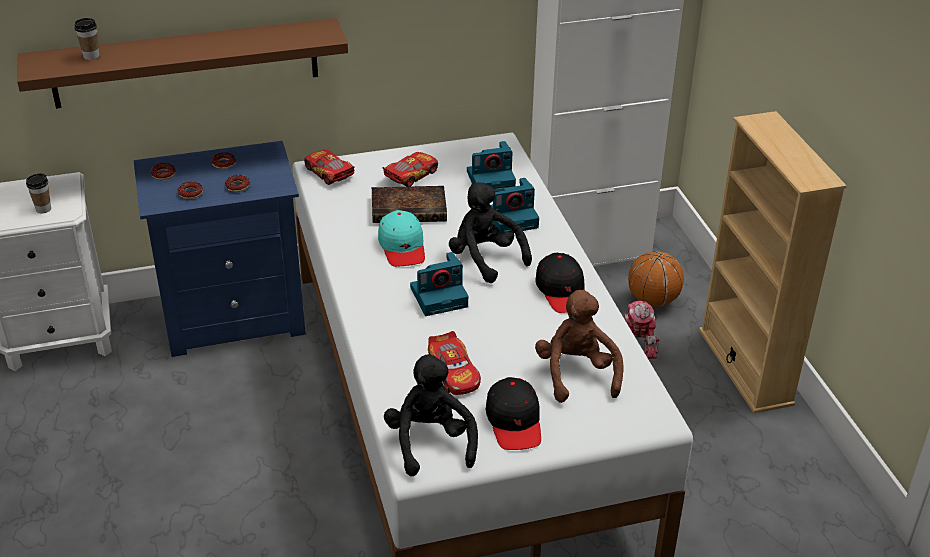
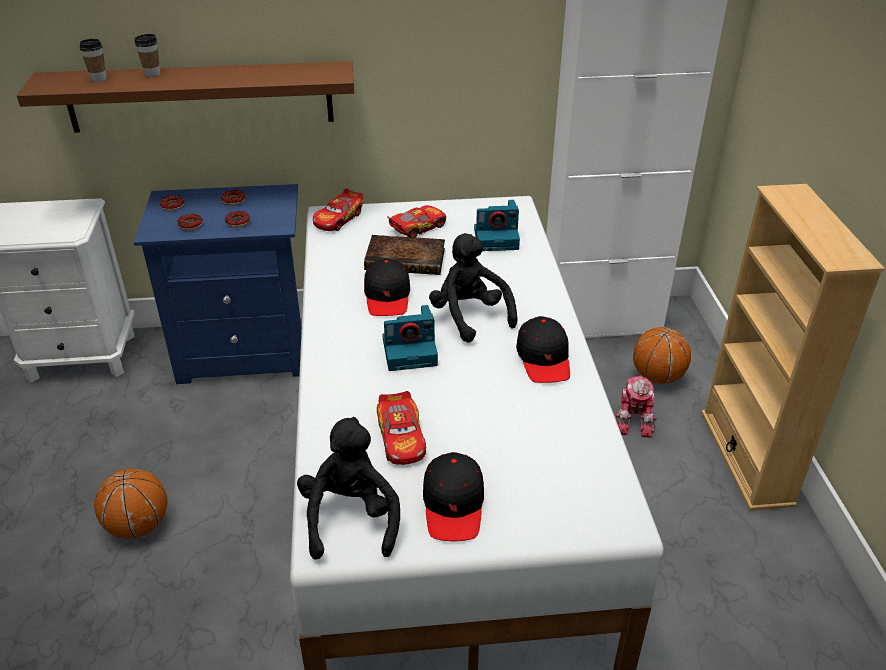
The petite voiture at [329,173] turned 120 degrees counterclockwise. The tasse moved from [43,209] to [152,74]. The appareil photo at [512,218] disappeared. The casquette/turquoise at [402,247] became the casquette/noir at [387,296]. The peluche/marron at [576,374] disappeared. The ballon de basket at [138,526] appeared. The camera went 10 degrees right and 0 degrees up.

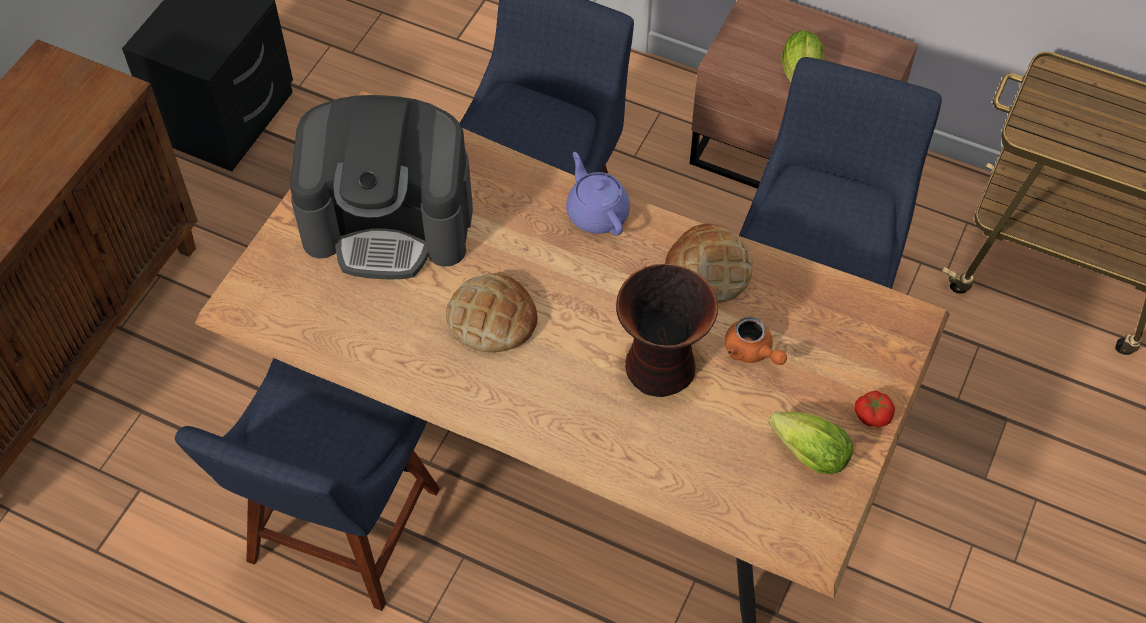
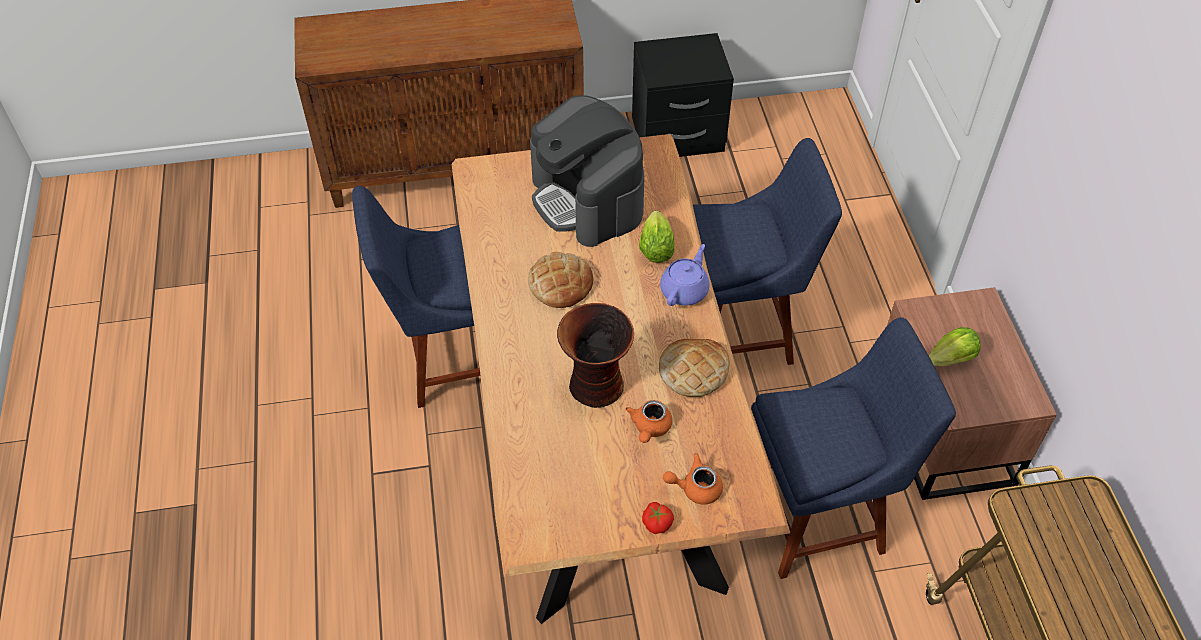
The laitue moved from [805,451] to [656,246]. The théière/orange at [695,488] appeared. The camera went 55 degrees right and 5 degrees down.

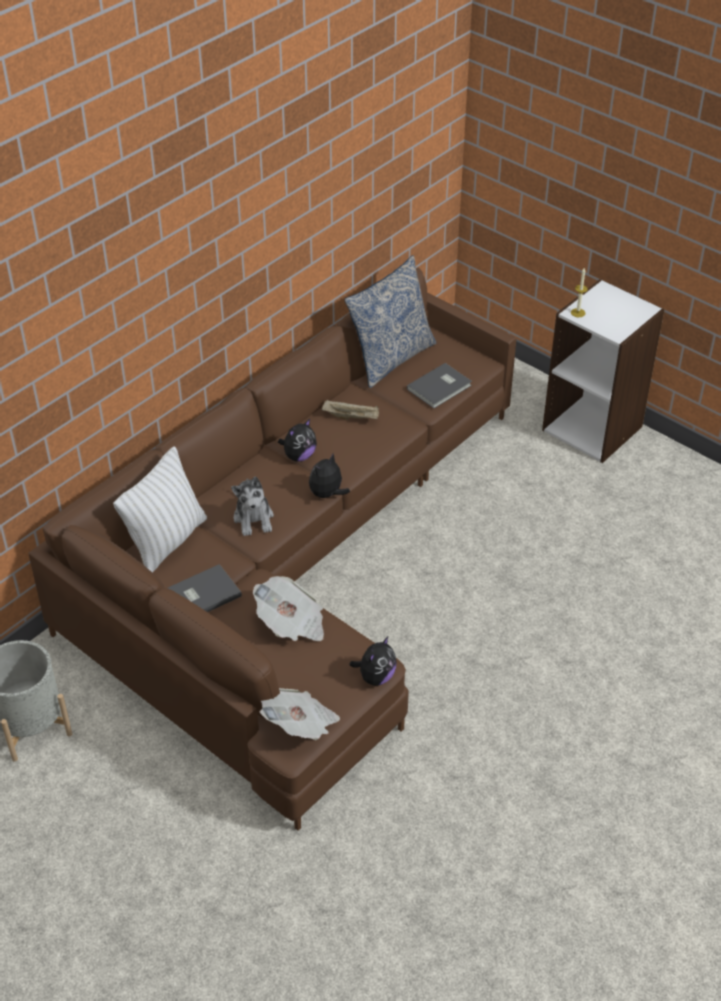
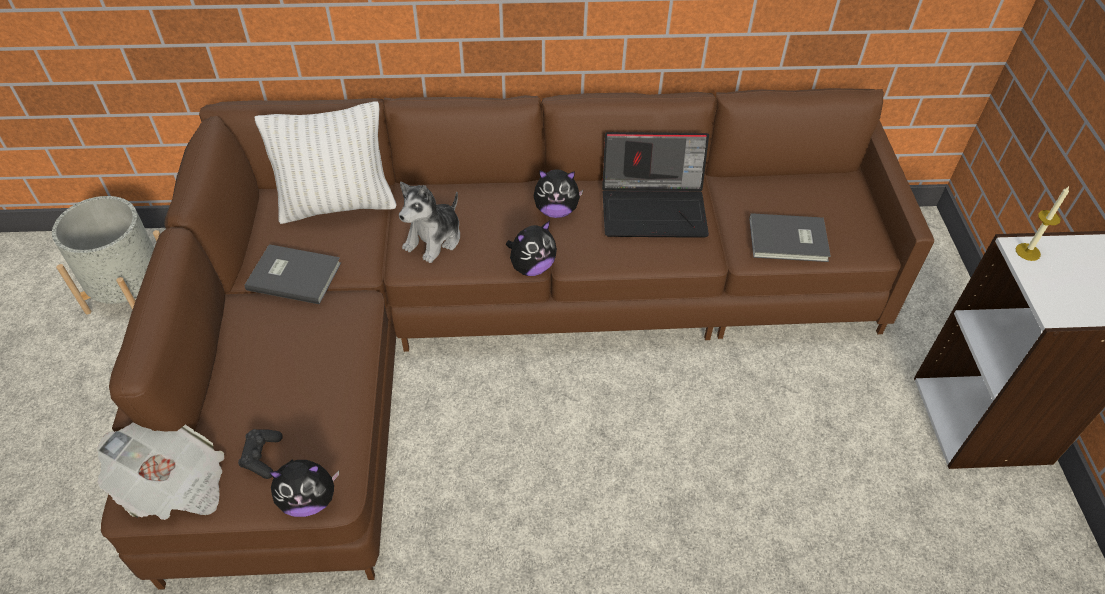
The coussin at [390,358] disappeared. The plateau/beige at [352,417] was replaced by the ordinateur portable at [655,208]. The peluche at [327,494] turned 150 degrees clockwise. The journal at [291,624] disappeared. The manette/noir at [262,457] appeared. The camera went 45 degrees right and 5 degrees up.

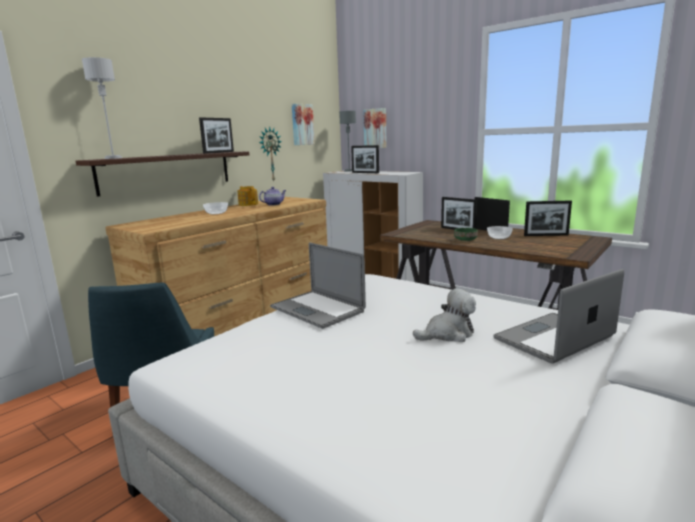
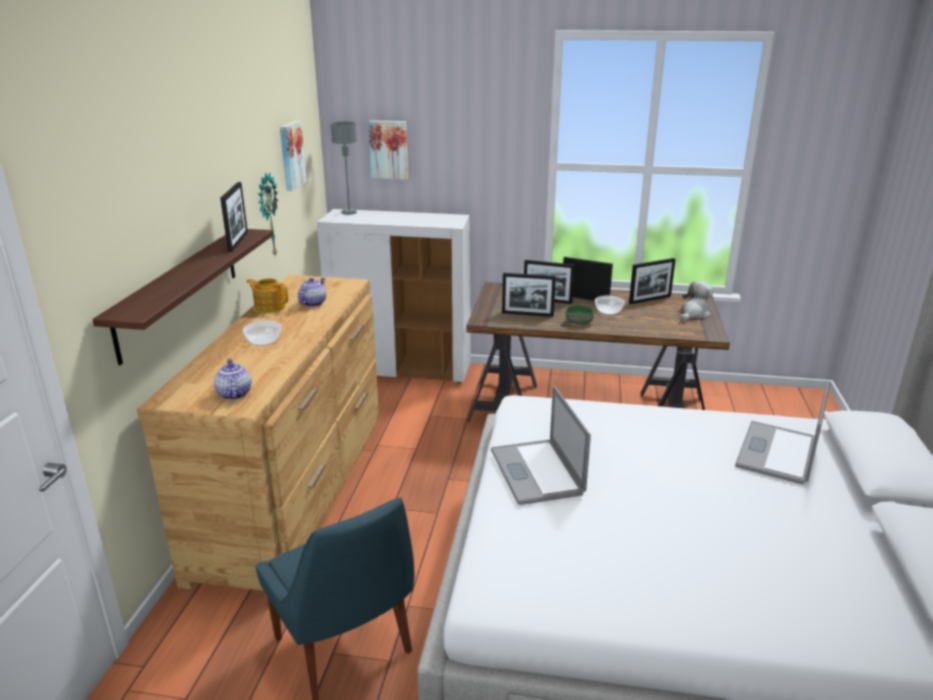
The lampe de table/gris at [113,158] disappeared. The cadre photo moved from [365,173] to [527,314]. The ordinateur portable at [317,309] turned 60 degrees clockwise. The peluche moved from [448,334] to [693,314]. The théière at [234,394] appeared. The camera went 30 degrees left and 10 degrees up.

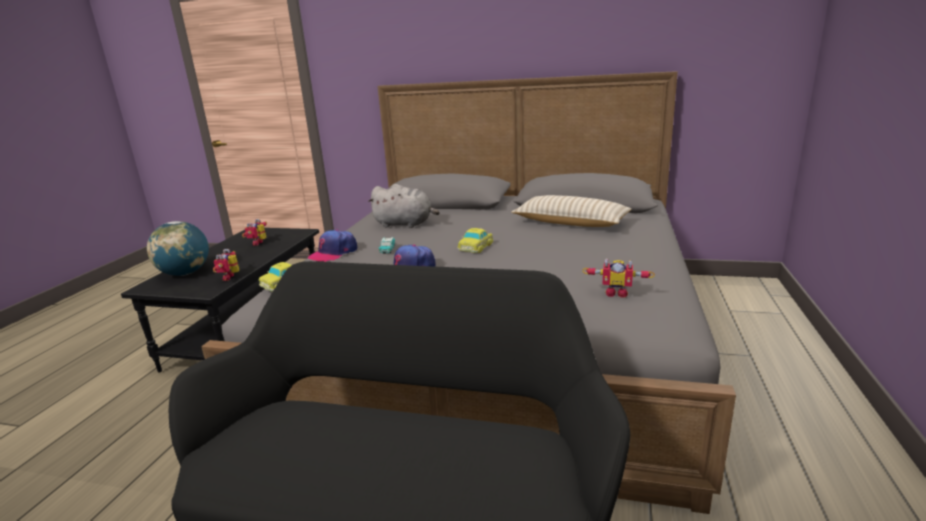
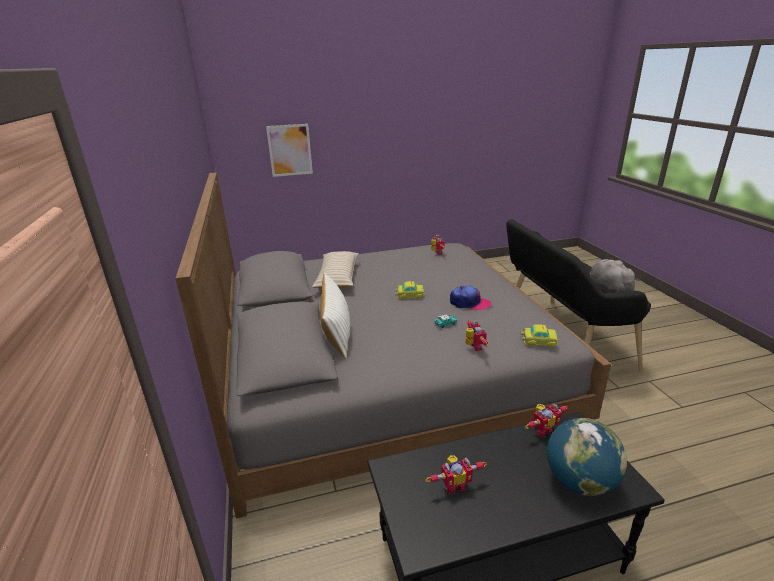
The peluche/gris moved from [405,224] to [608,290]. The casquette at [333,253] was replaced by the robot jouet at [473,347]. The tableau at [290,150] appeared. The coussin/blanc at [336,331] appeared. The camera went 120 degrees left and 5 degrees up.

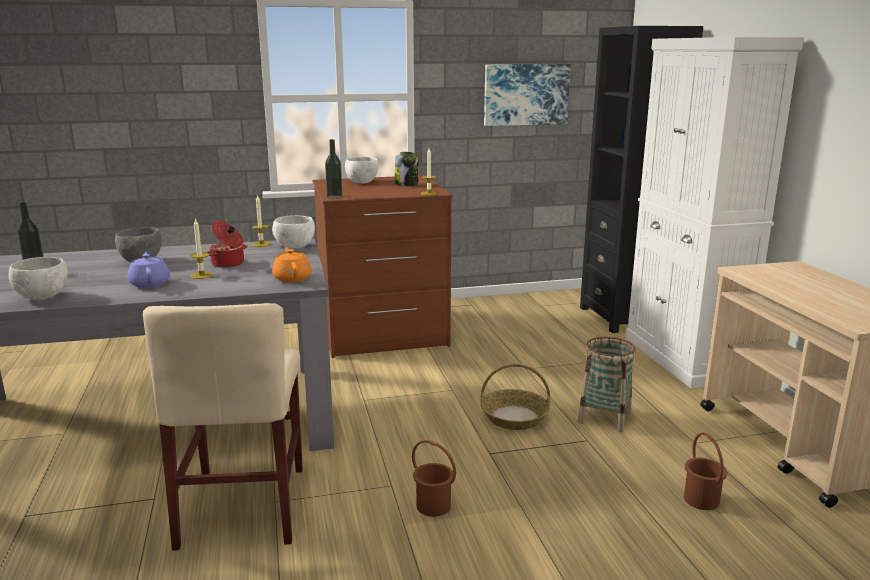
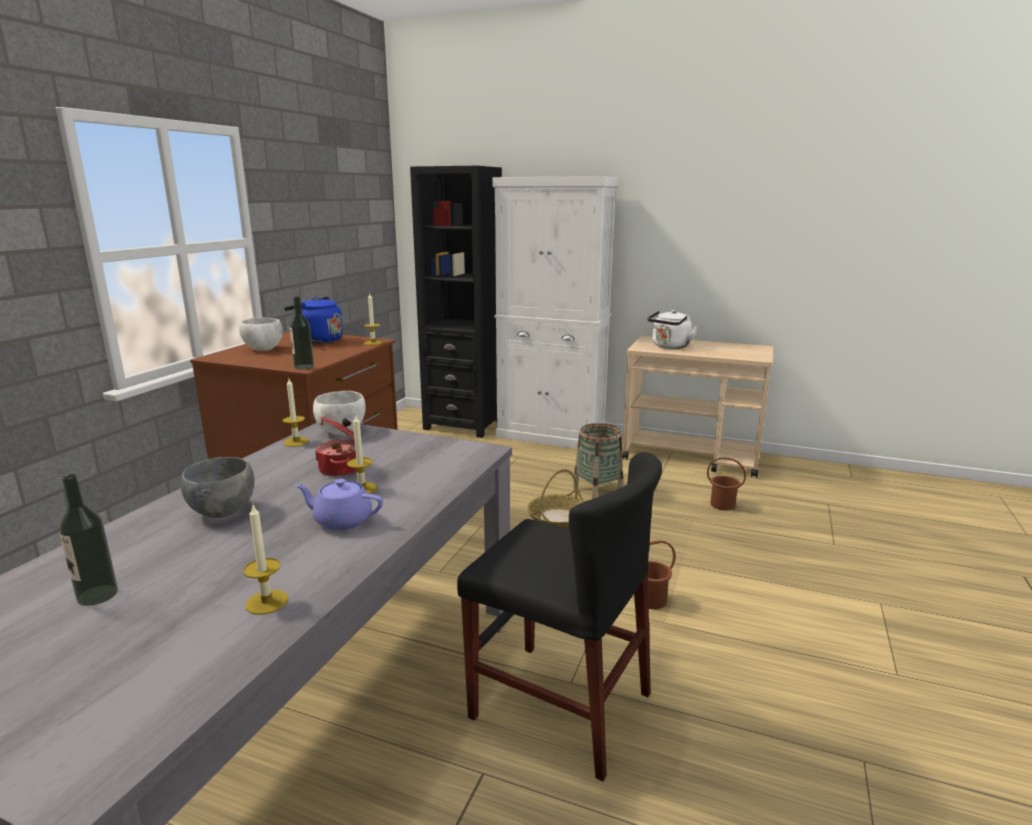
The tableau at [526,94] disappeared. The bocal at [407,184] was replaced by the bouilloire/bleu at [317,341]. The théière/orange at [292,278] disappeared. The bol/blanc at [42,296] was replaced by the bougie at [267,602]. The chaise/beige at [243,506] became the chaise/noir at [560,705]. The bouilloire/blanc at [669,347] appeared. The camera went 55 degrees left and 0 degrees up.

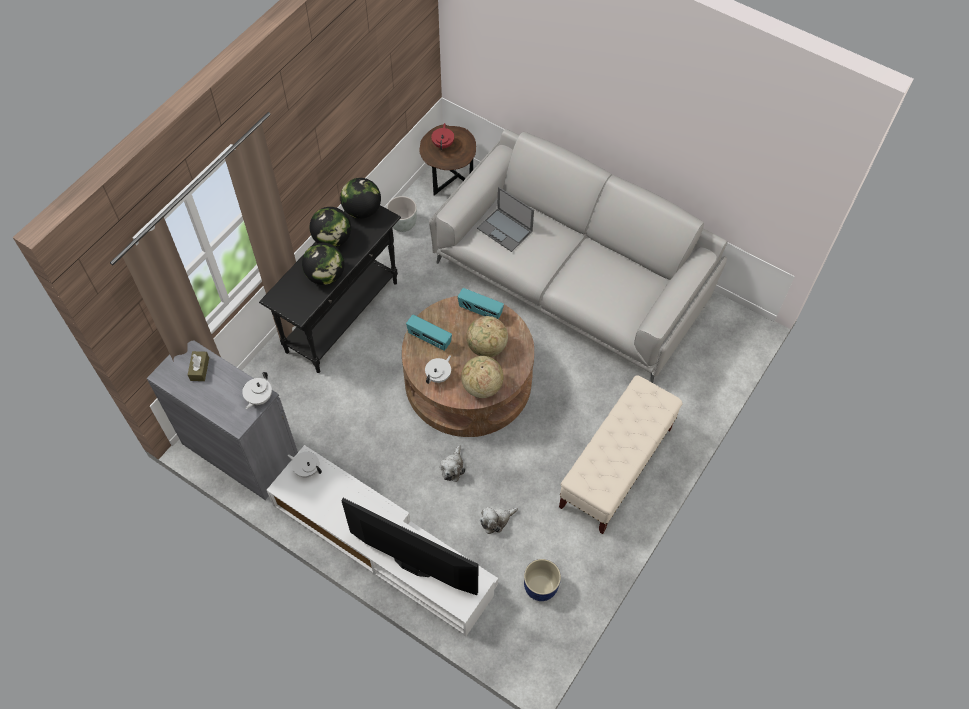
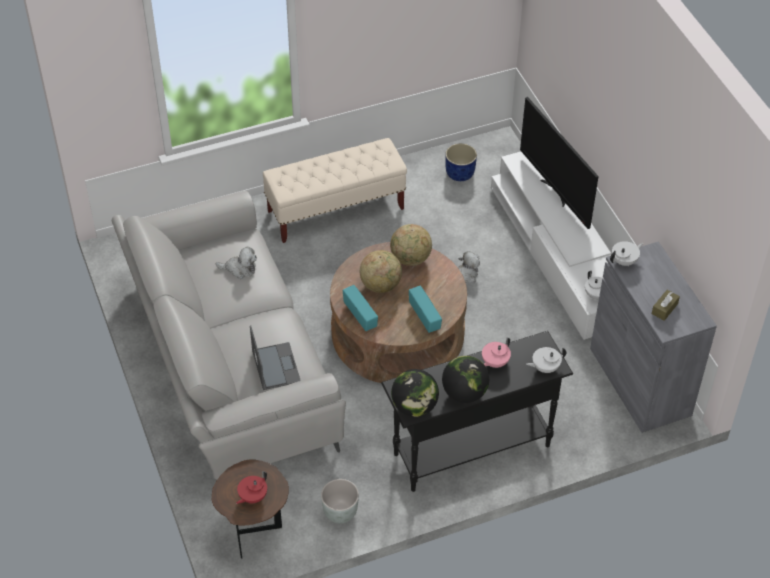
The globe at [325,275] was replaced by the théière/rose at [494,362]. The théière/blanc moved from [439,376] to [545,367]. The peluche moved from [496,520] to [239,269]. The camera went 145 degrees left and 10 degrees down.

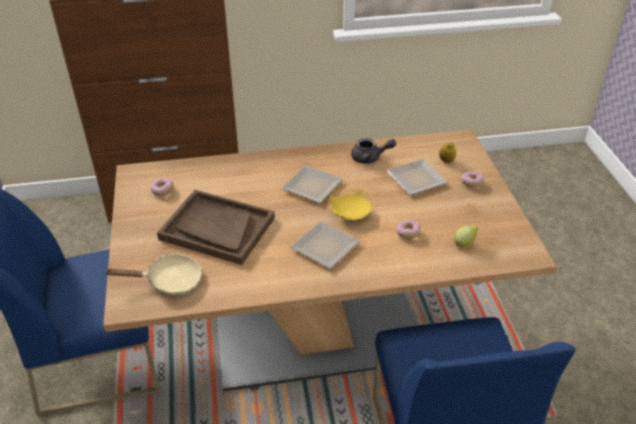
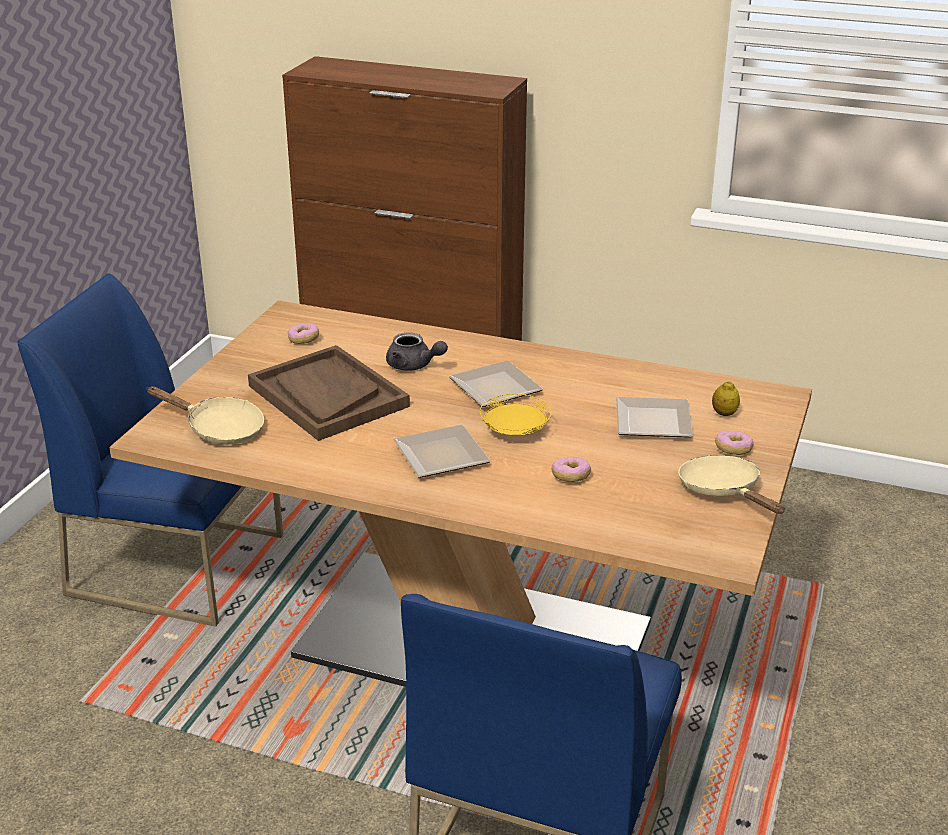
The théière/gris moved from [370,158] to [414,366]. The citron at [464,244] disappeared. The poêle/beige at [723,491] appeared. The camera went 30 degrees right and 10 degrees down.

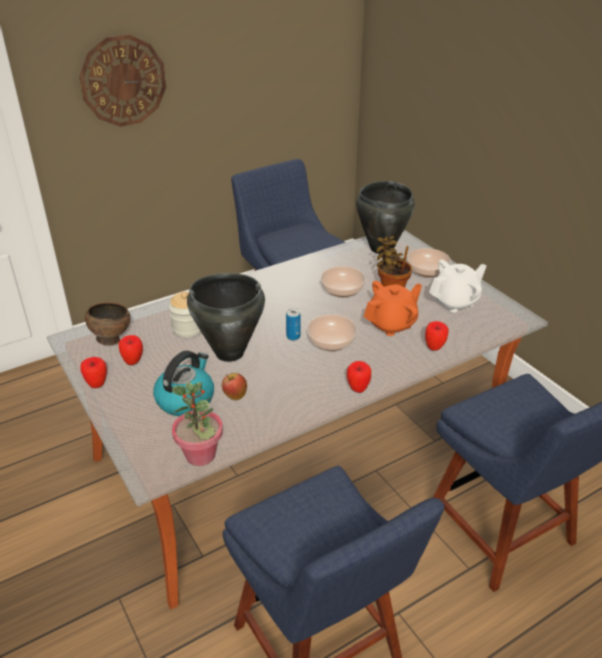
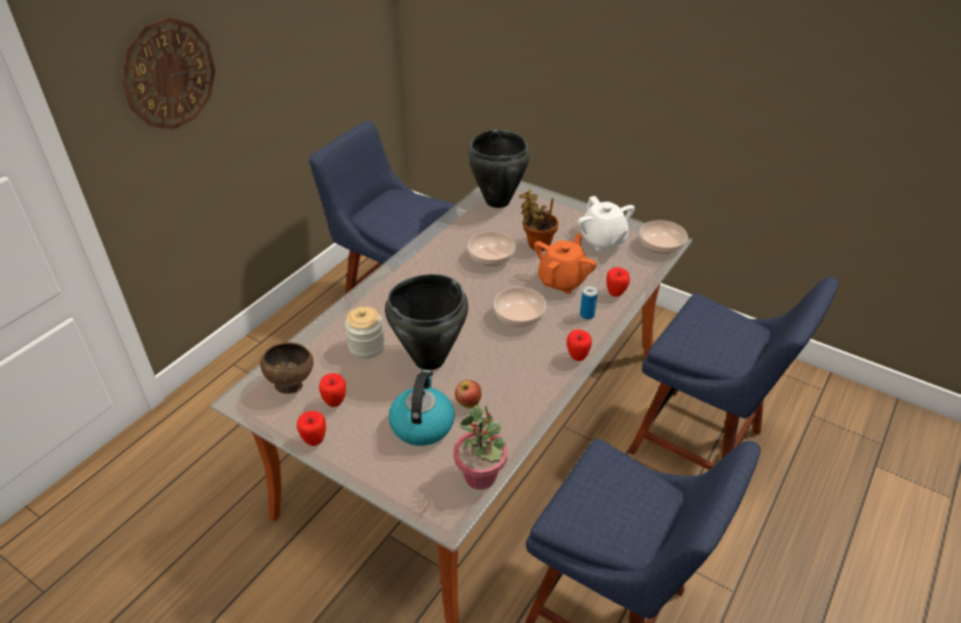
The bol moved from [426,270] to [660,245]. The théière/blanc at [455,302] turned 120 degrees clockwise. The boîte métallique moved from [293,336] to [587,315]. The camera went 25 degrees left and 5 degrees up.

